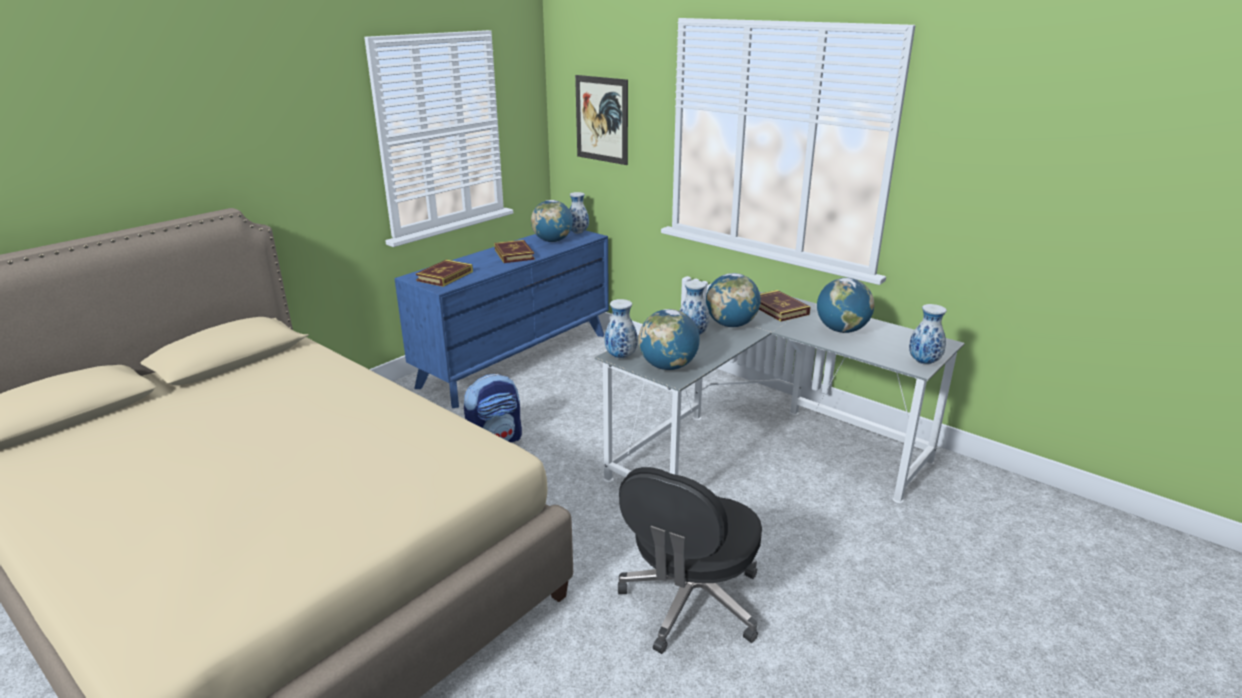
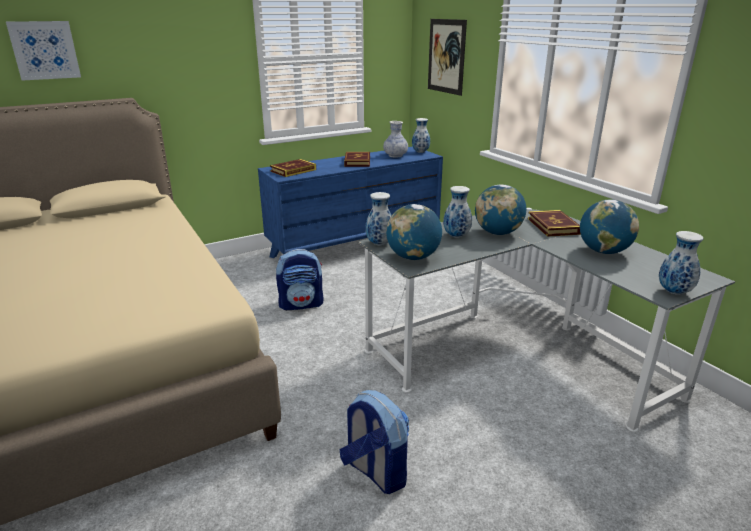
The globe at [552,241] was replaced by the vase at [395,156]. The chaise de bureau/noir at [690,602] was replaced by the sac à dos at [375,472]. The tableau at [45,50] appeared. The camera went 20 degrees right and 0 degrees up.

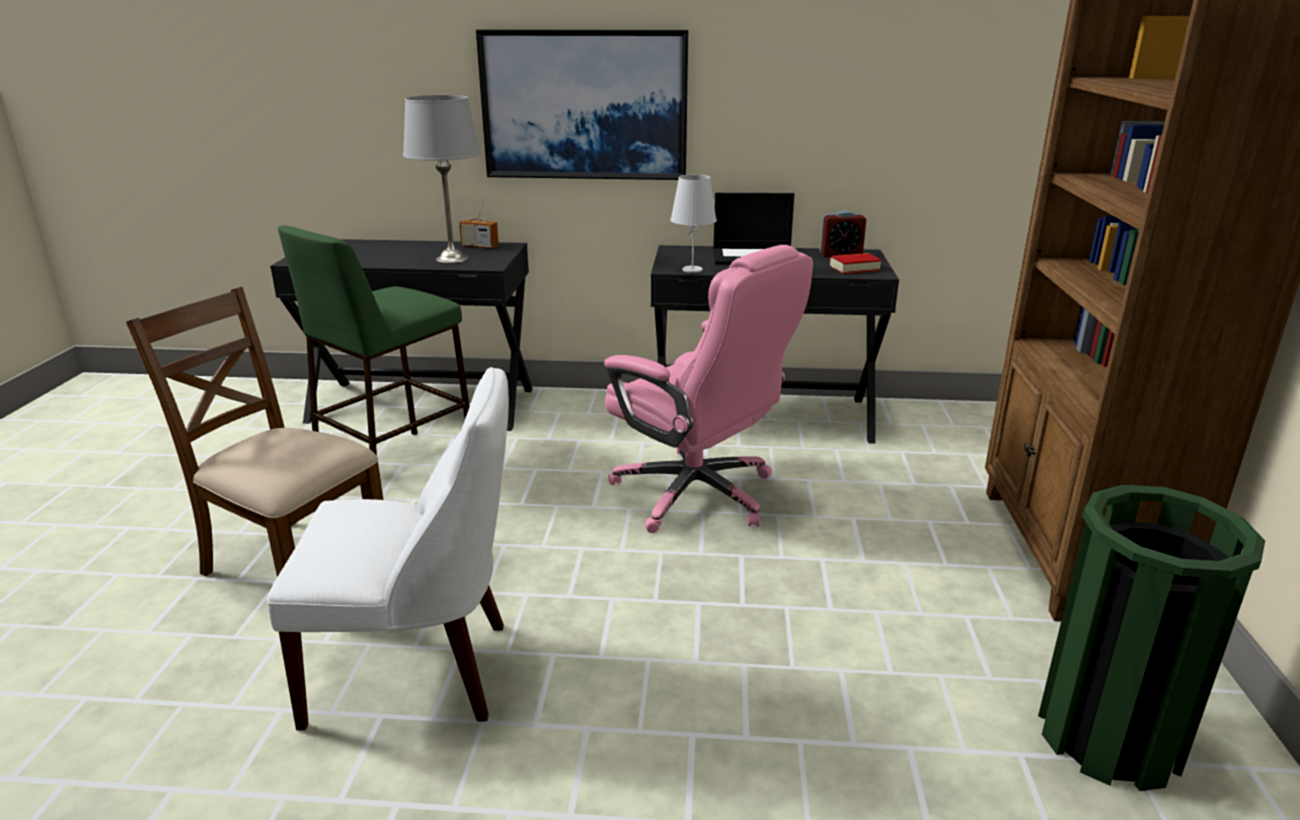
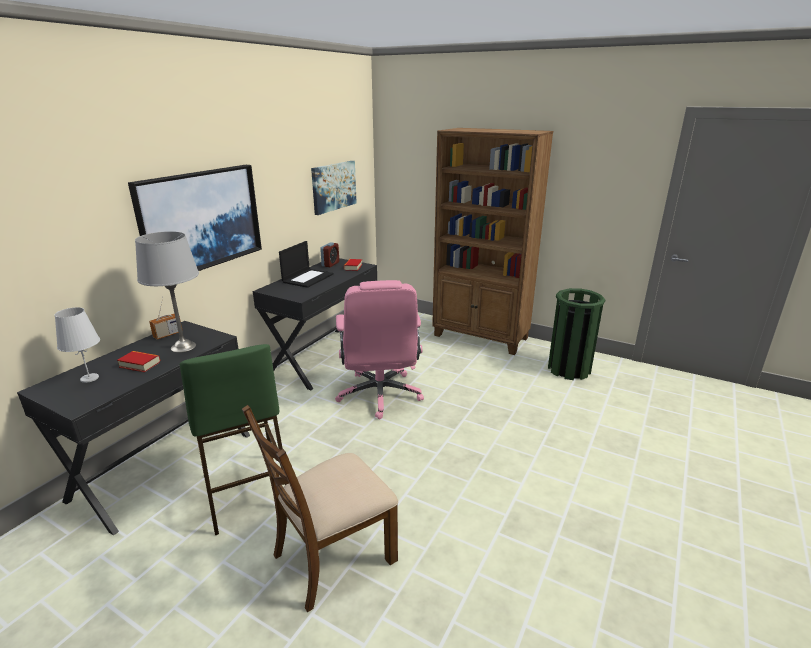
The lampe de table/blanc moved from [692,270] to [89,378]. The chaise de bureau/rose at [697,494] turned 105 degrees clockwise. The chaise/blanc at [419,672] disappeared. The tableau at [333,186] appeared. The livre at [140,364] appeared. The camera went 65 degrees left and 0 degrees up.

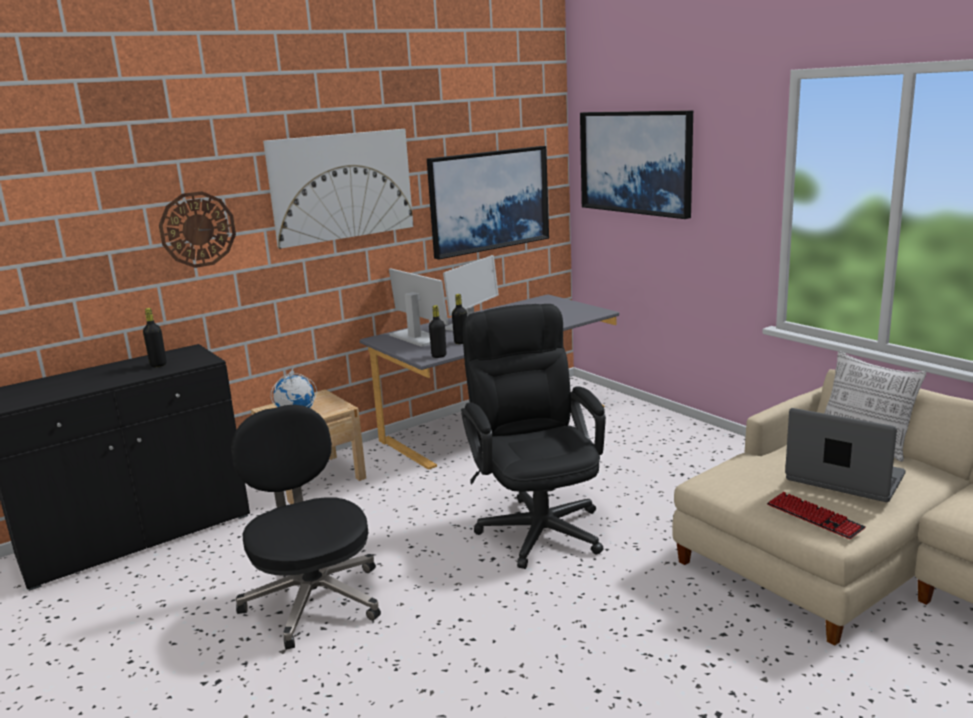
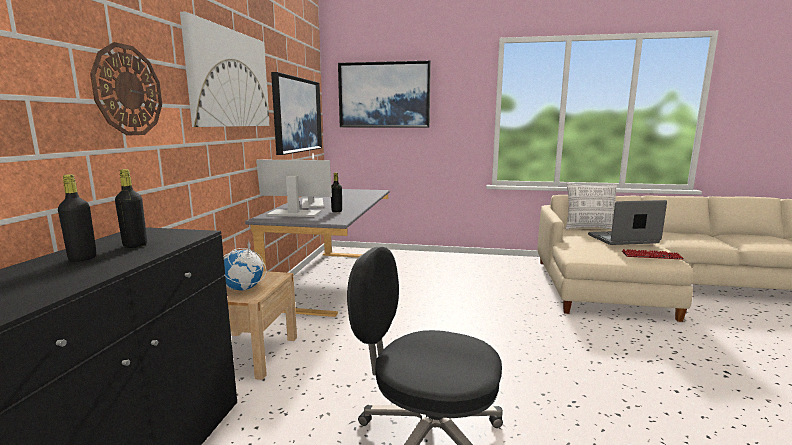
The chaise de bureau/noir at [537,524] disappeared. The bouteille/noir moved from [439,356] to [82,258]. The camera went 45 degrees left and 5 degrees down.

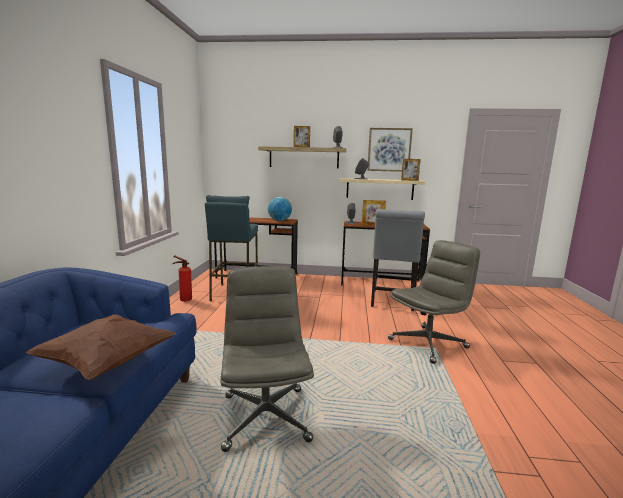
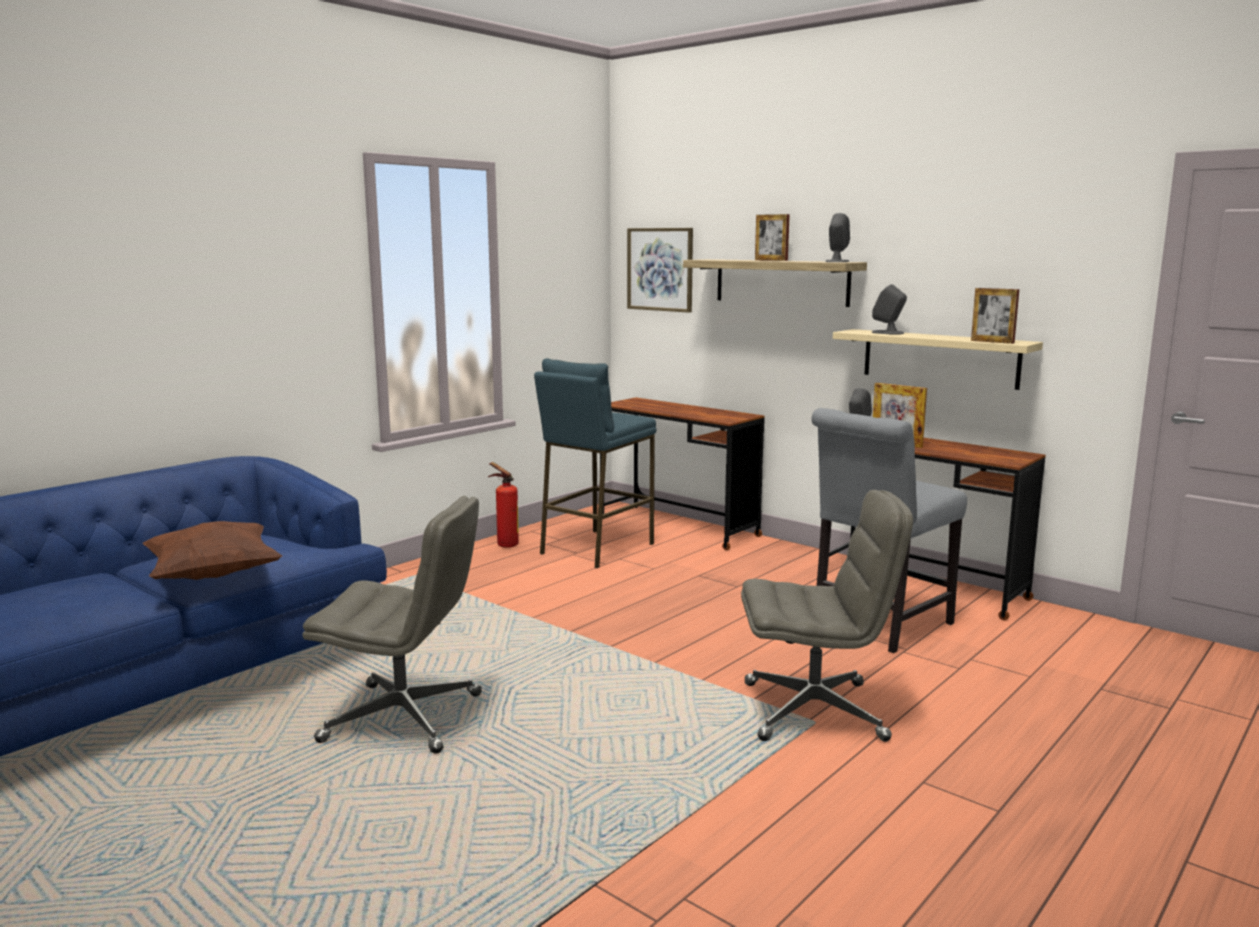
The tableau moved from [389,150] to [660,269]. The globe at [279,220] disappeared. The chaise de bureau/gris at [265,416] turned 75 degrees clockwise. The camera went 35 degrees right and 0 degrees up.

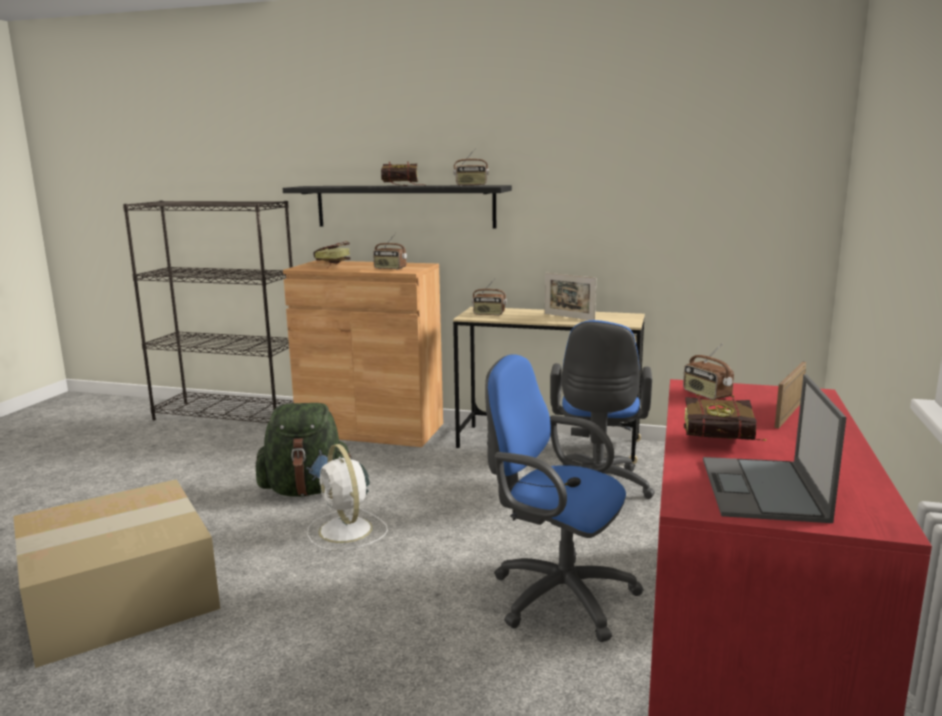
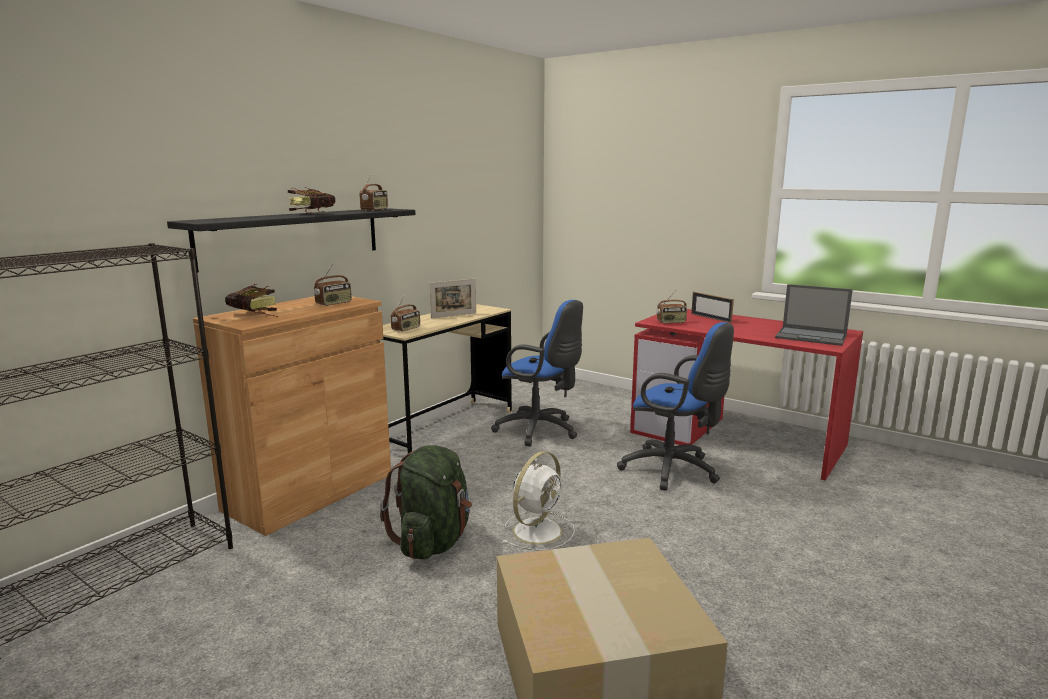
The chaise de bureau/bleu at [555,595] turned 105 degrees counterclockwise. The livre at [725,442] disappeared. The ventilateur/blanc at [346,531] turned 45 degrees counterclockwise. The camera went 70 degrees left and 0 degrees up.

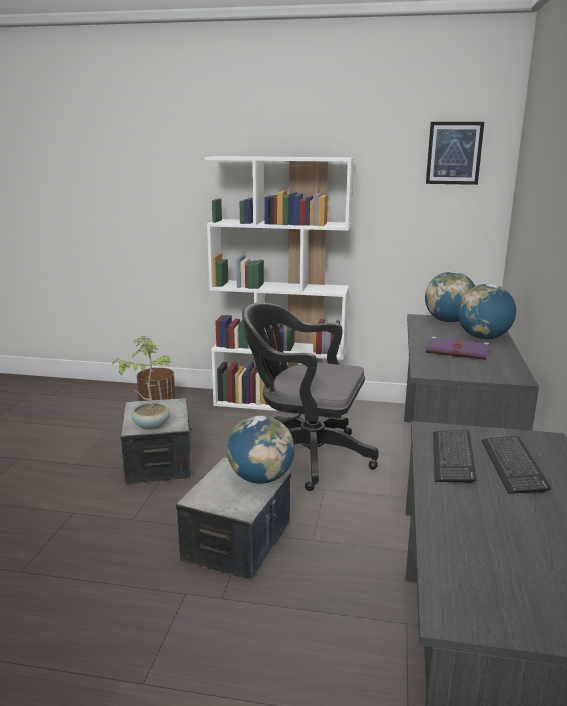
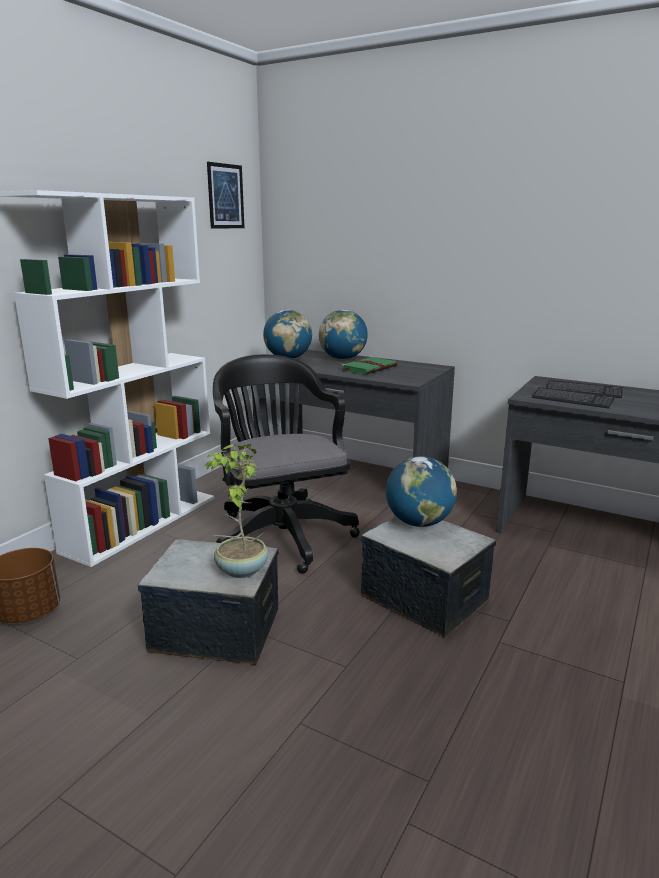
The chaise de bureau/noir at [304,455] turned 120 degrees clockwise. The livre/violet at [458,351] became the livre/vert at [369,368]. The camera went 70 degrees left and 0 degrees up.

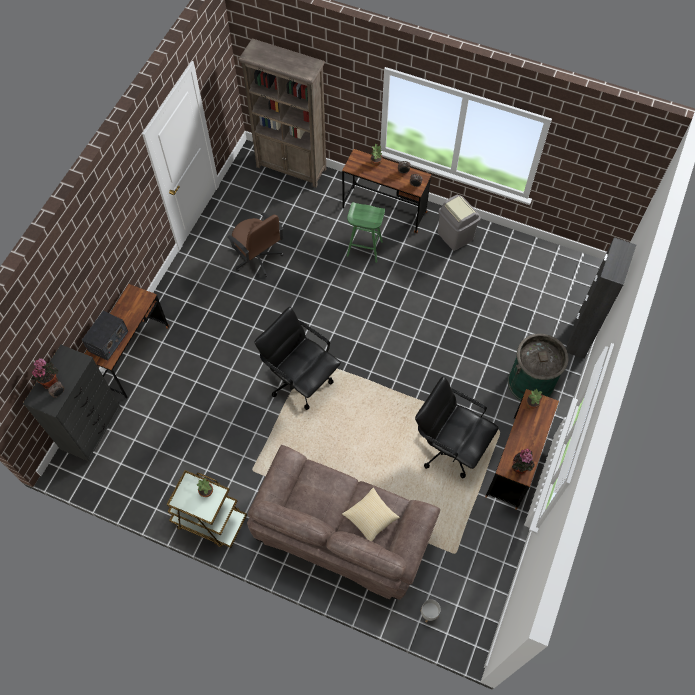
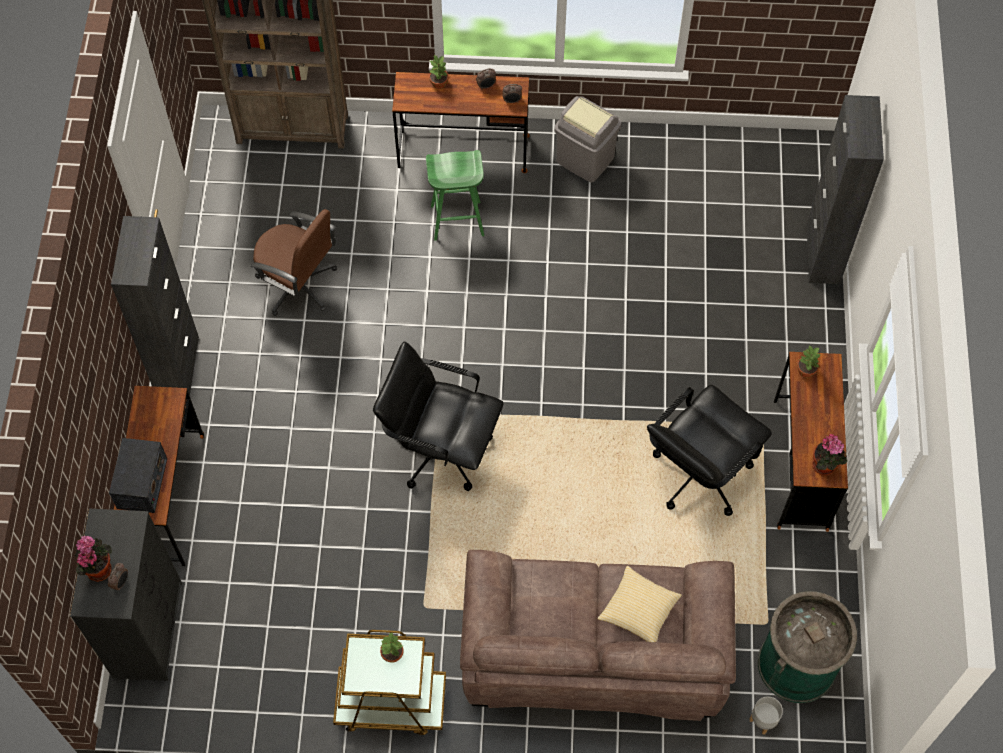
The poubelle/vert moved from [531,382] to [797,664]. The chaise de bureau/noir at [449,446] turned 60 degrees counterclockwise. The meuble de rangement/noir at [178,367] appeared. The camera went 20 degrees left and 0 degrees up.

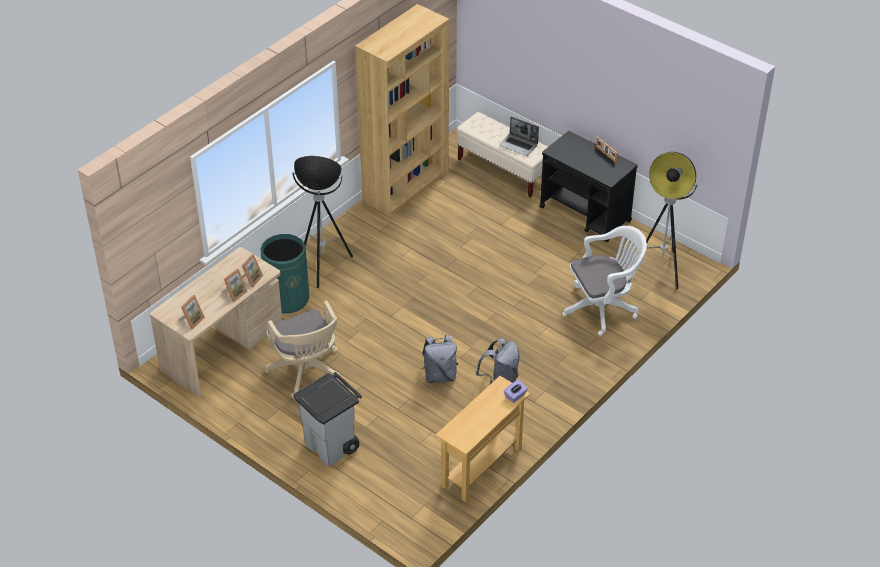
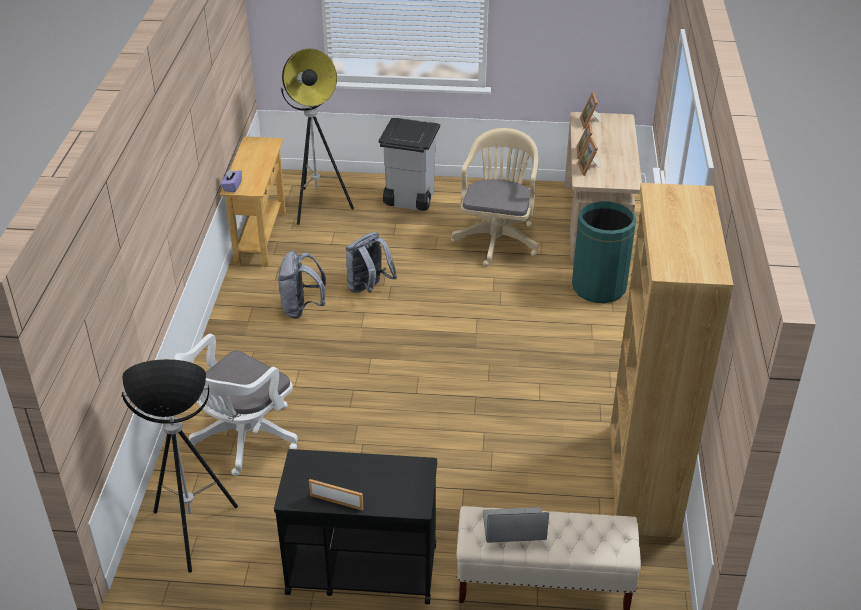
The lampadaire moved from [323,267] to [317,206]. The chaise de bureau/beige at [307,372] turned 75 degrees clockwise. The camera went 145 degrees right and 5 degrees down.

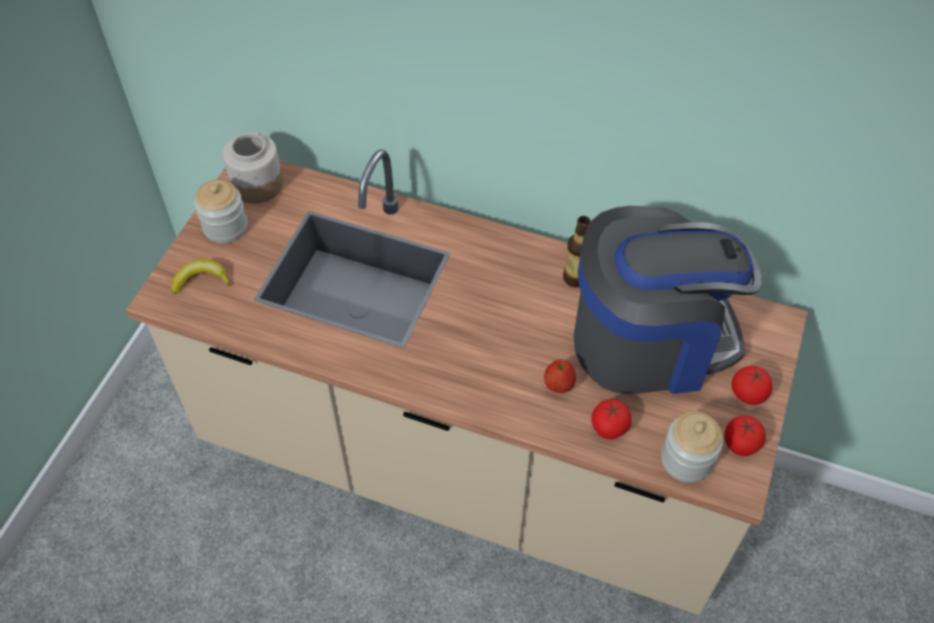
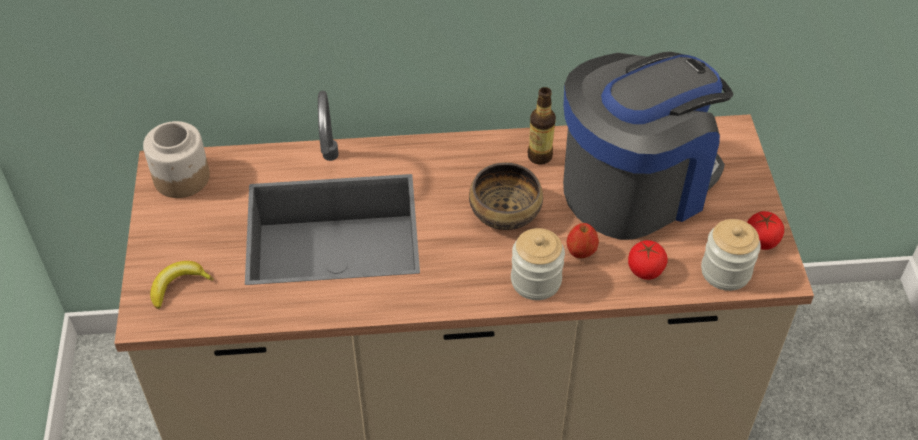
The bocal moved from [225,227] to [536,281]. The tomate at [748,393] disappeared. The bol at [505,211] appeared. The camera went 25 degrees left and 5 degrees down.

